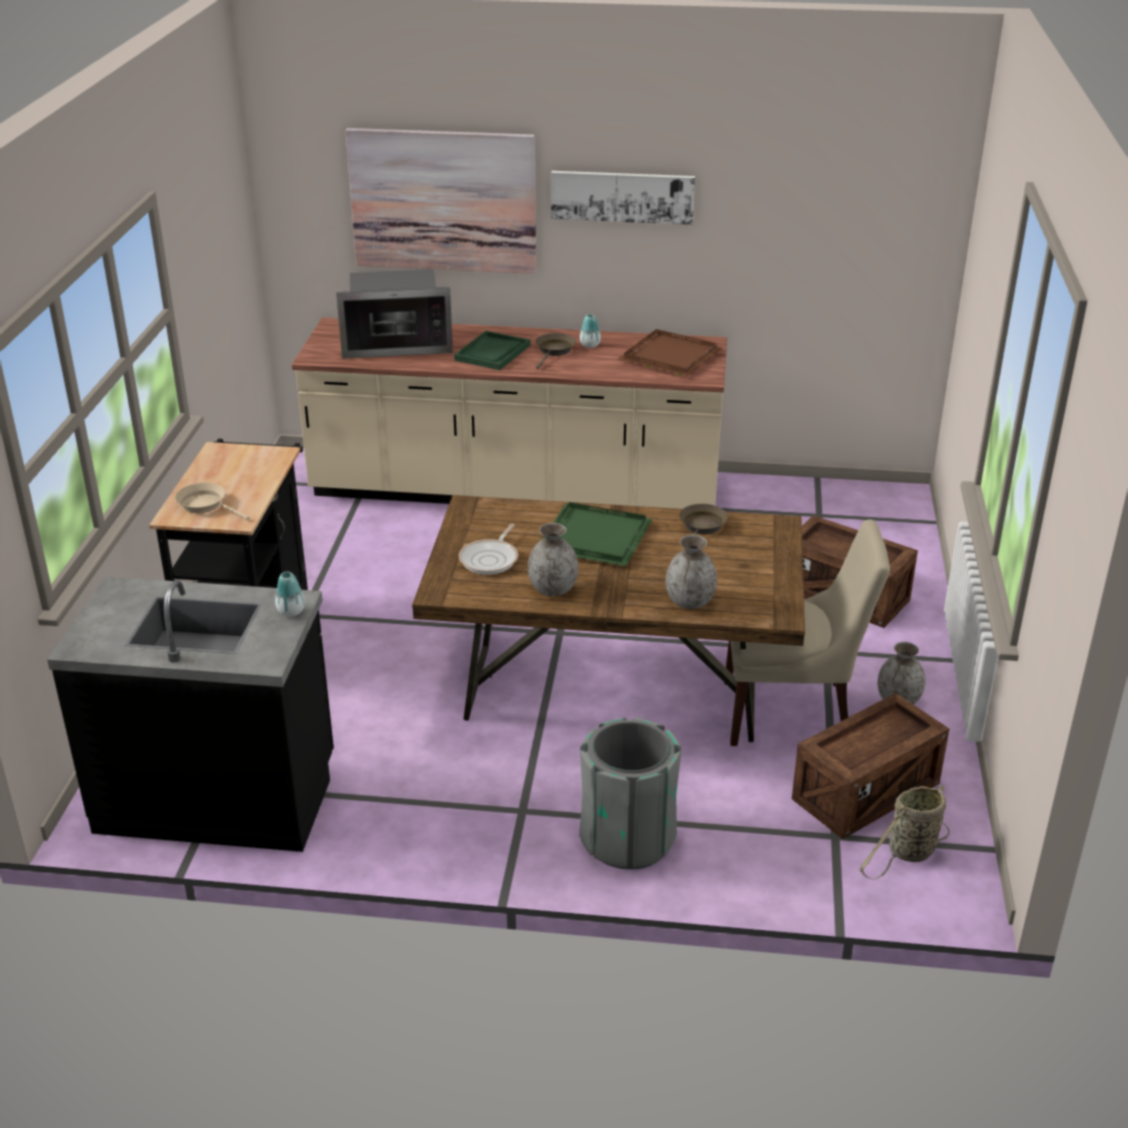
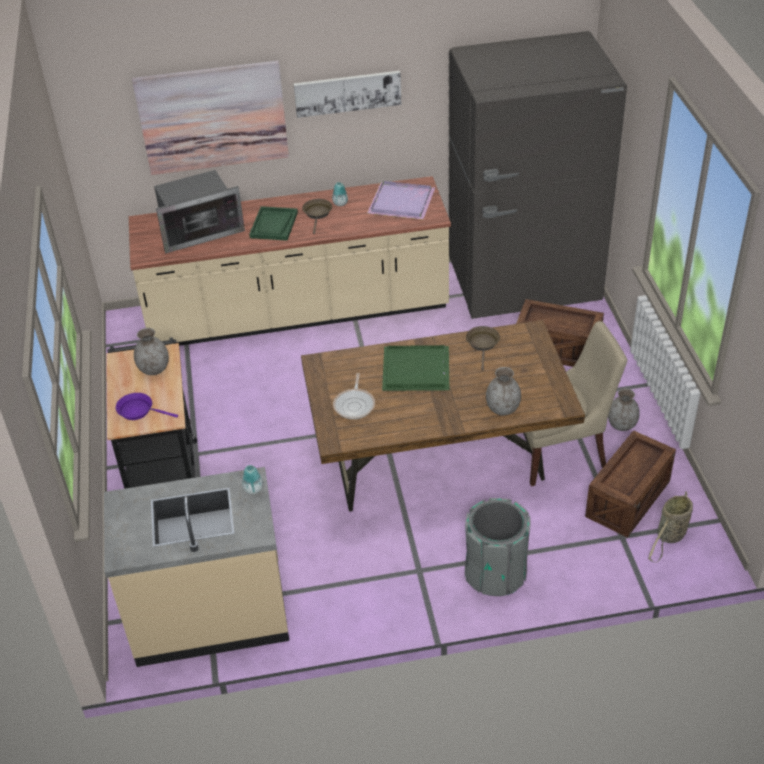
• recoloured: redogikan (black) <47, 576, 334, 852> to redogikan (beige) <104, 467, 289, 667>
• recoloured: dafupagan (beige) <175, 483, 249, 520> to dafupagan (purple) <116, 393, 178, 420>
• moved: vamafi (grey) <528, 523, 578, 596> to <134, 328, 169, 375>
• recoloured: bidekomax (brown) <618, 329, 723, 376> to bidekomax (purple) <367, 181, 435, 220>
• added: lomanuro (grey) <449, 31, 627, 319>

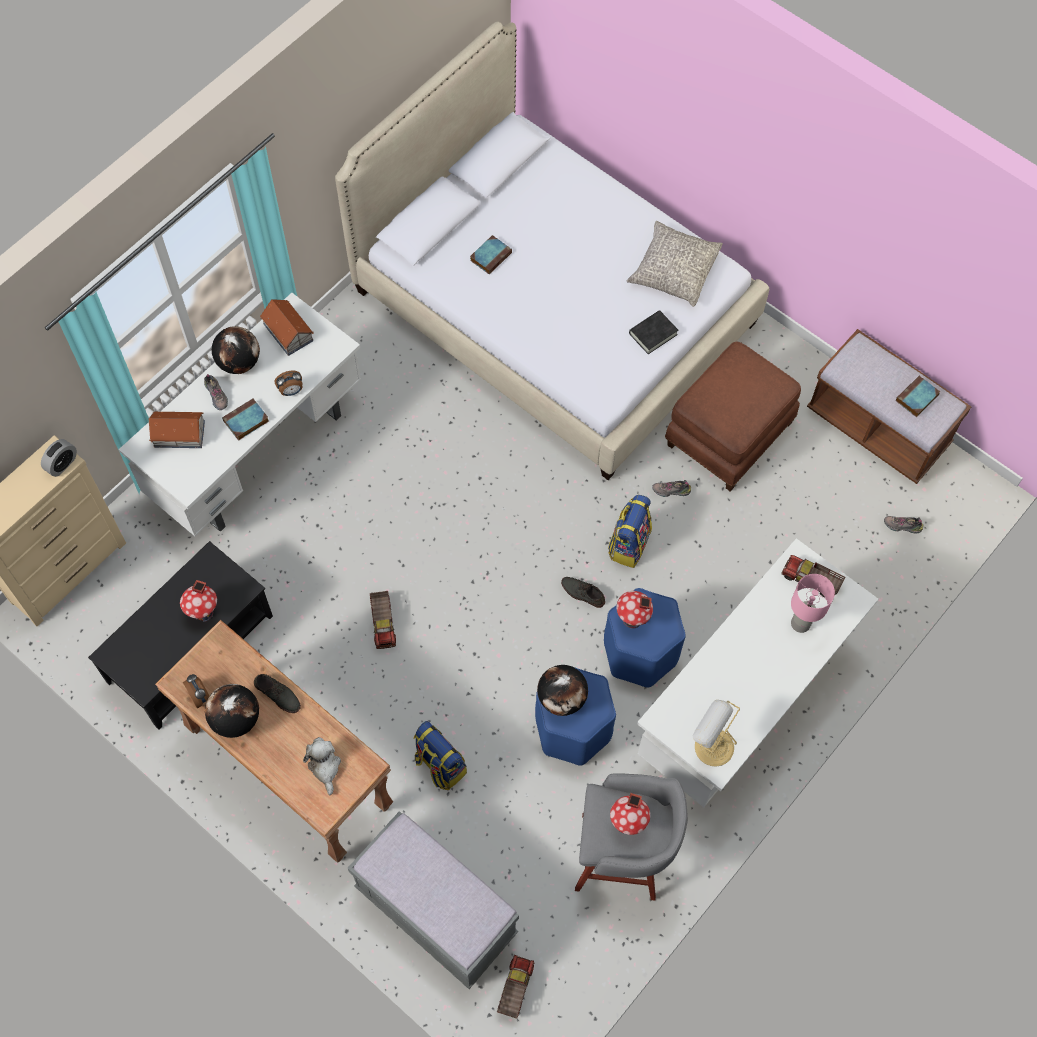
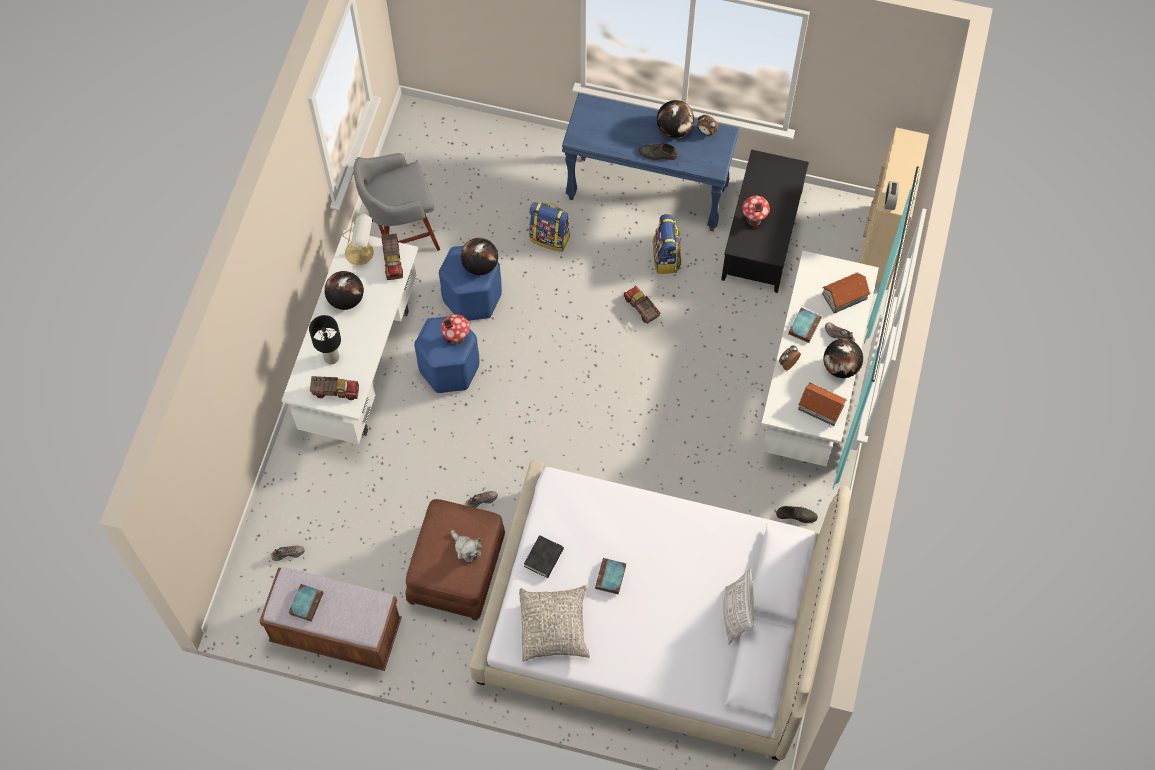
• recoloured: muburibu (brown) <155, 620, 393, 863> to muburibu (blue) <562, 93, 739, 232>
• moved: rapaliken <303, 737, 341, 795> to <451, 530, 481, 562>
• removed: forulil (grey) <348, 811, 519, 989>
• moved: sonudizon <470, 235, 512, 274> to <595, 558, 626, 594>
• moved: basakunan <497, 955, 534, 1018> to <381, 233, 403, 280>
• moved: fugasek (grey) <561, 577, 605, 608> to <776, 506, 818, 523>
• moved: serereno <608, 495, 652, 568> to <653, 214, 681, 274>
• removed: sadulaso <610, 793, 651, 835>
• recoloured: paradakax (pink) <791, 574, 835, 633> to paradakax (black) <309, 315, 341, 365>
• added: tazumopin <324, 271, 364, 310>
• added: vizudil <723, 568, 754, 645>

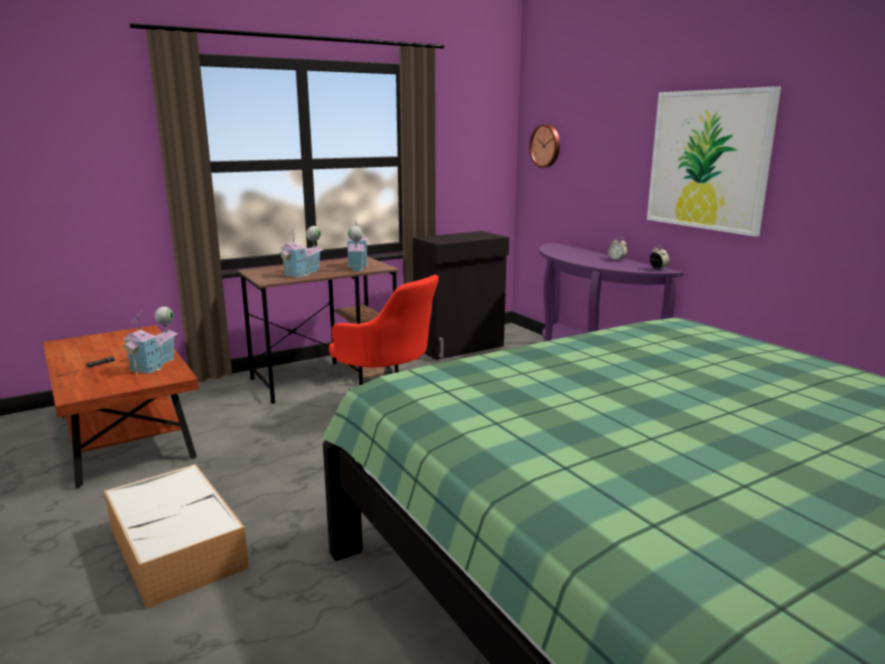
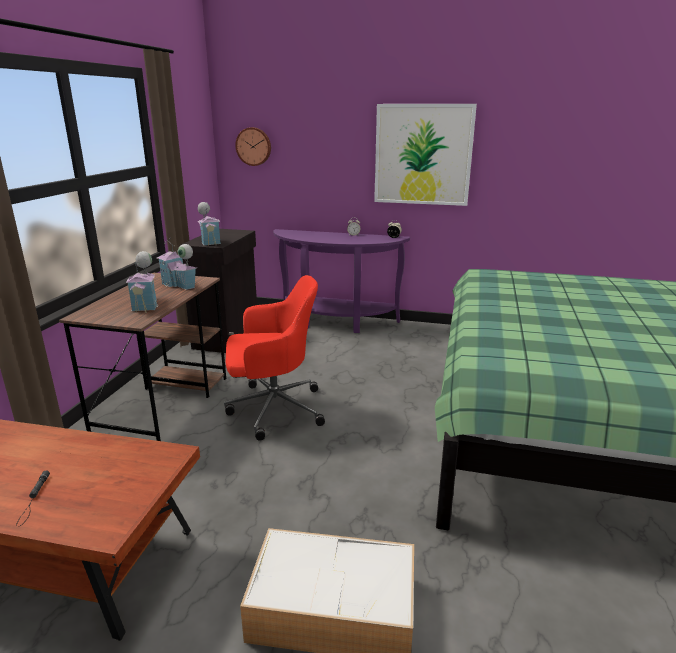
• moved: sadulaso <121, 307, 178, 375> to <198, 202, 221, 246>

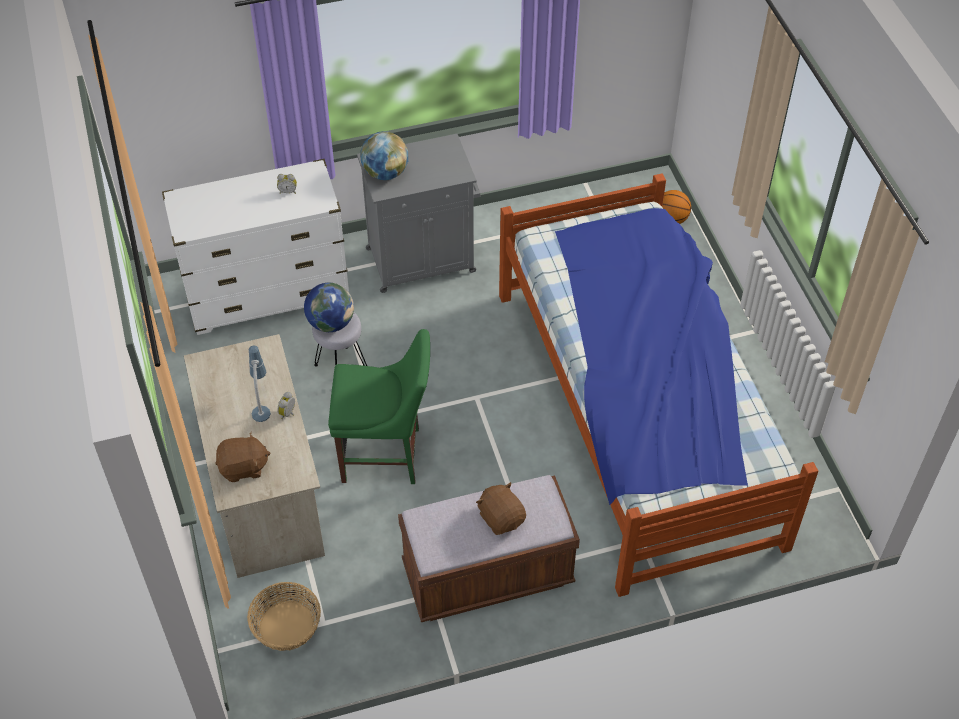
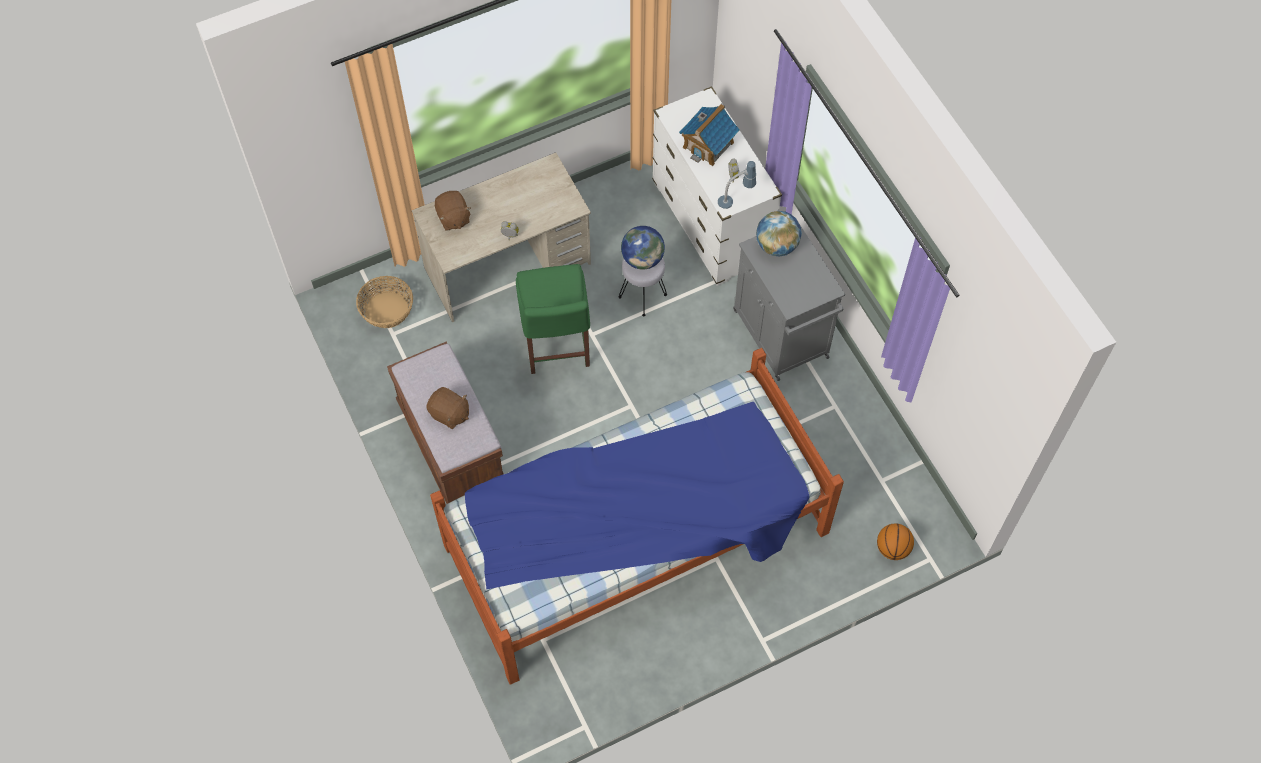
• moved: paradakax <249, 345, 271, 422> to <718, 161, 756, 209>
• turned: rapaliken (brown) <476, 482, 526, 535> = <426, 387, 469, 429> 75 degrees clockwise
• added: sadulaso <679, 104, 740, 166>

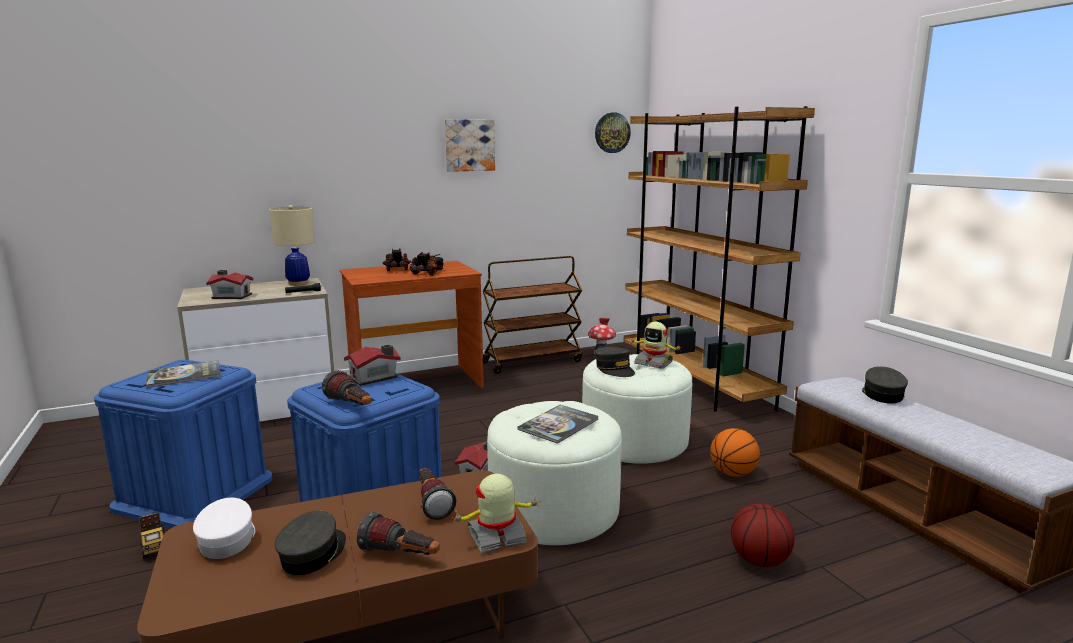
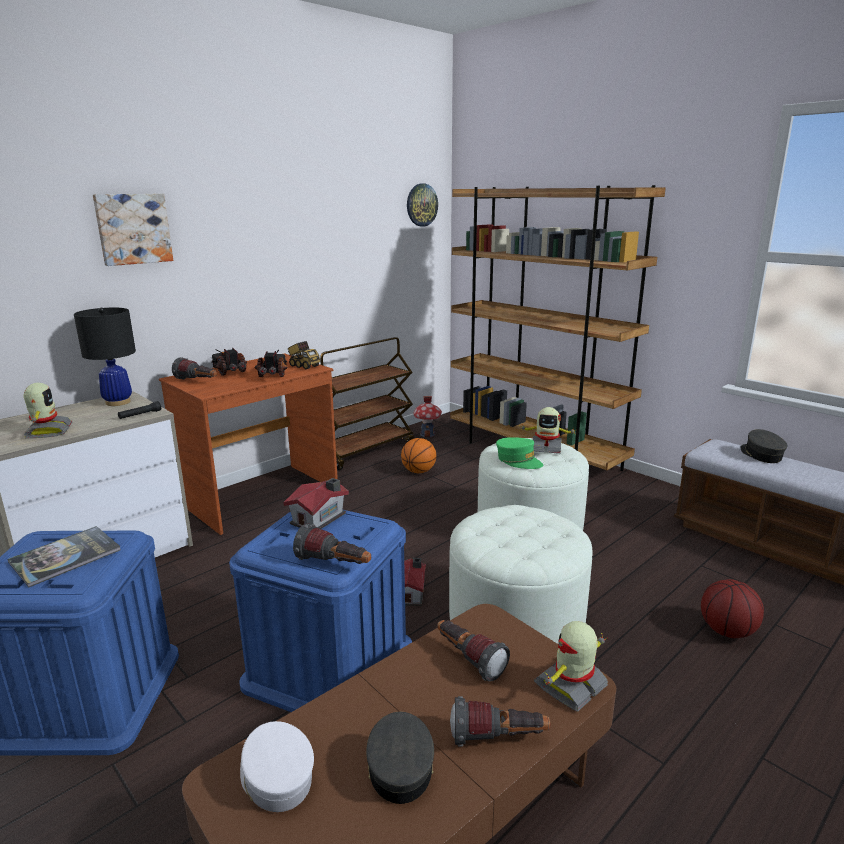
• moved: basakunan <139, 512, 165, 559> to <288, 341, 320, 369>
• replaced: sadulaso <206, 270, 254, 299> to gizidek <24, 383, 72, 438>
• recoloured: paradakax (beige) <270, 205, 315, 286> to paradakax (black) <74, 308, 136, 406>
• moved: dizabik <445, 119, 495, 172> to <93, 194, 173, 266>
• removed: sonudizon <517, 405, 599, 444>
• recoloured: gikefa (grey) <595, 347, 635, 377> to gikefa (green) <496, 437, 543, 469>
• moved: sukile <710, 428, 760, 477> to <401, 438, 436, 473>
• added: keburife <172, 357, 217, 380>

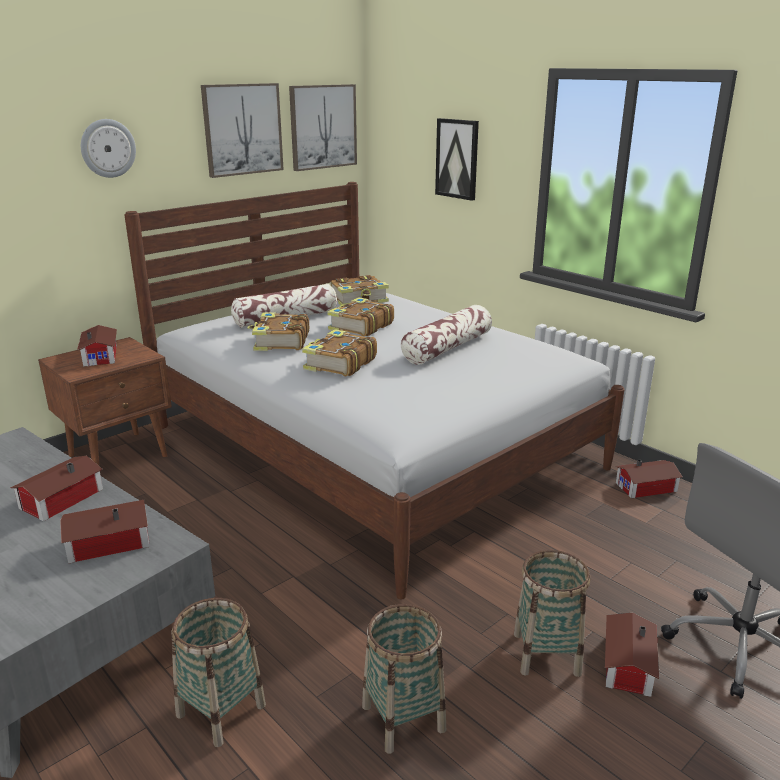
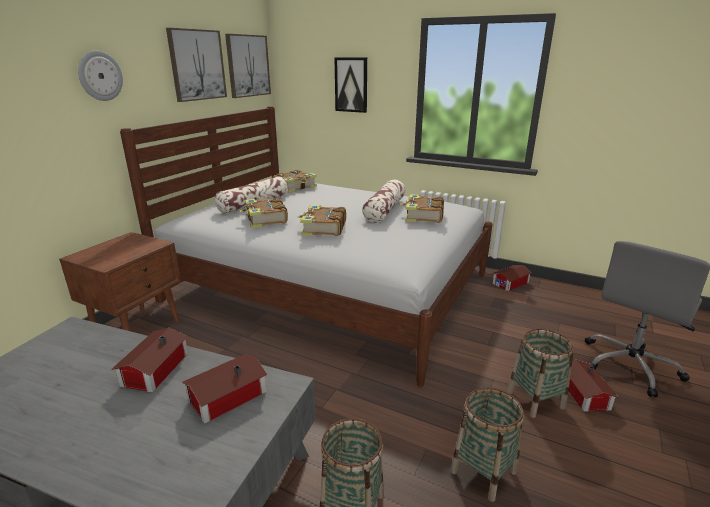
• removed: sadulaso <77, 325, 117, 367>
• moved: sonudizon <327, 297, 394, 336> to <400, 194, 444, 223>

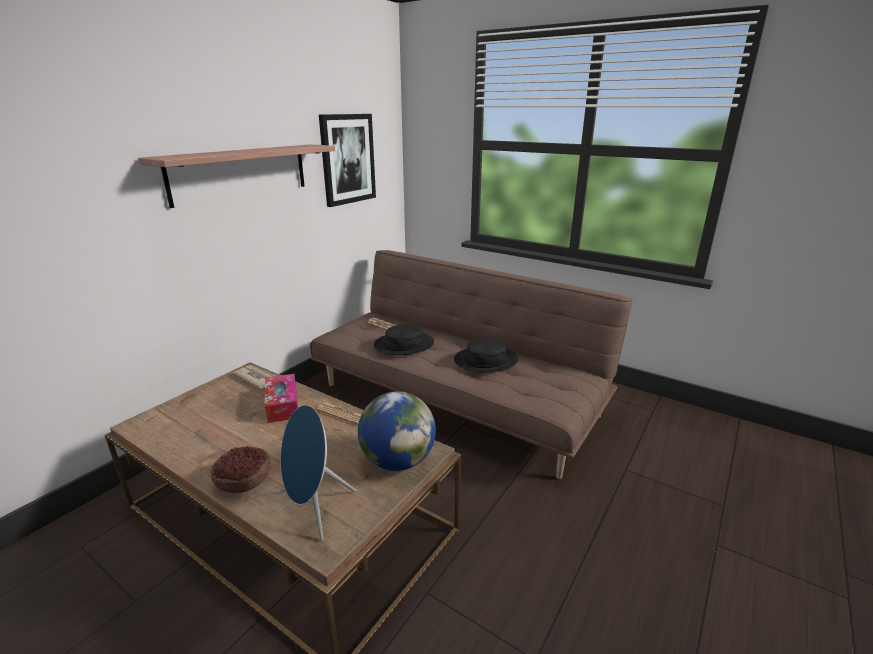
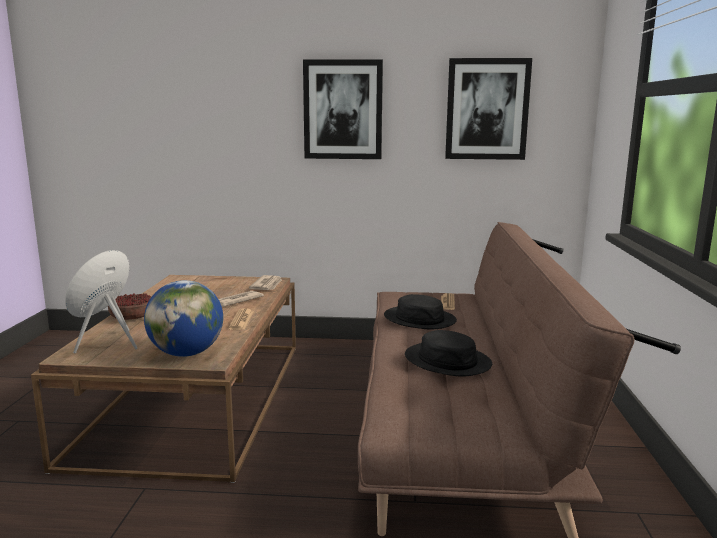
• replaced: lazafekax <139, 144, 335, 208> to dizabik <303, 59, 383, 159>
• replaced: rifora <265, 374, 298, 423> to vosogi <219, 291, 264, 307>

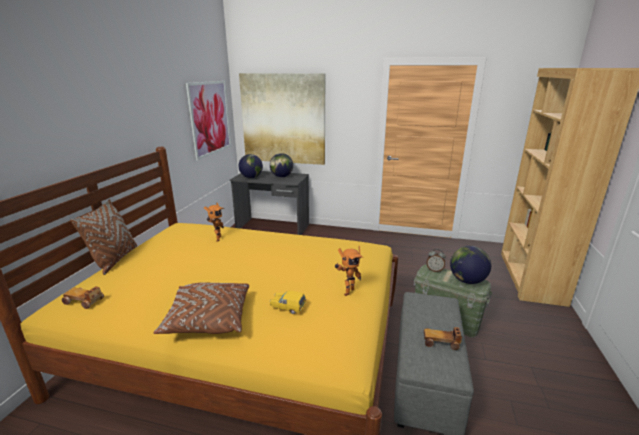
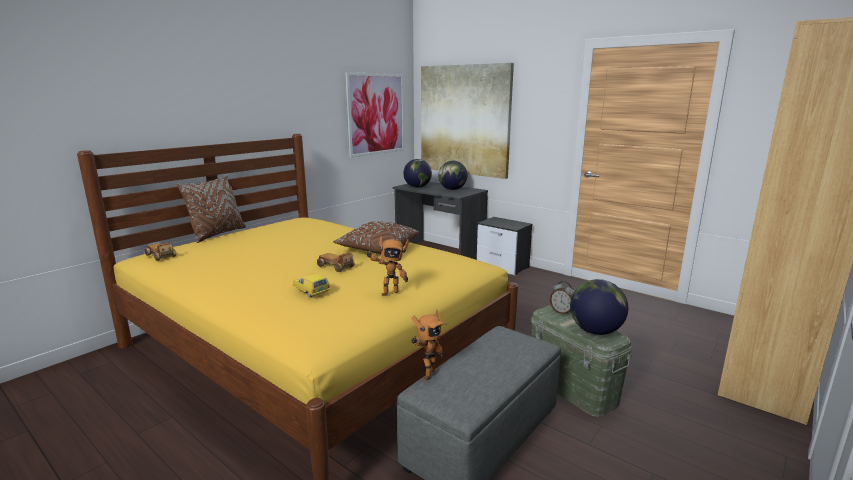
• moved: vizudil (brown) <154, 282, 249, 334> to <333, 221, 419, 254>
• moved: gizidek <204, 203, 225, 242> to <411, 310, 447, 380>
• moved: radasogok <424, 327, 462, 350> to <317, 252, 354, 272>
• added: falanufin <477, 217, 532, 276>

